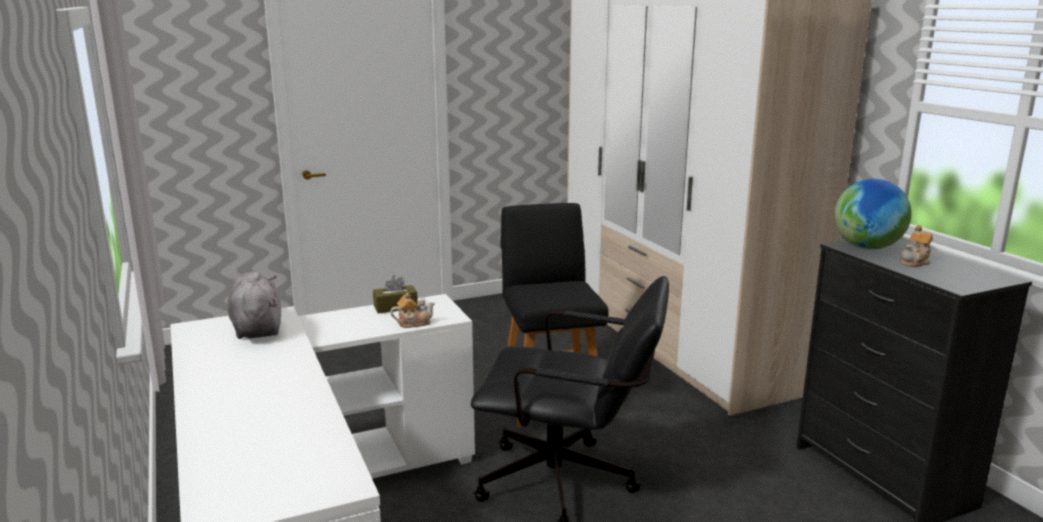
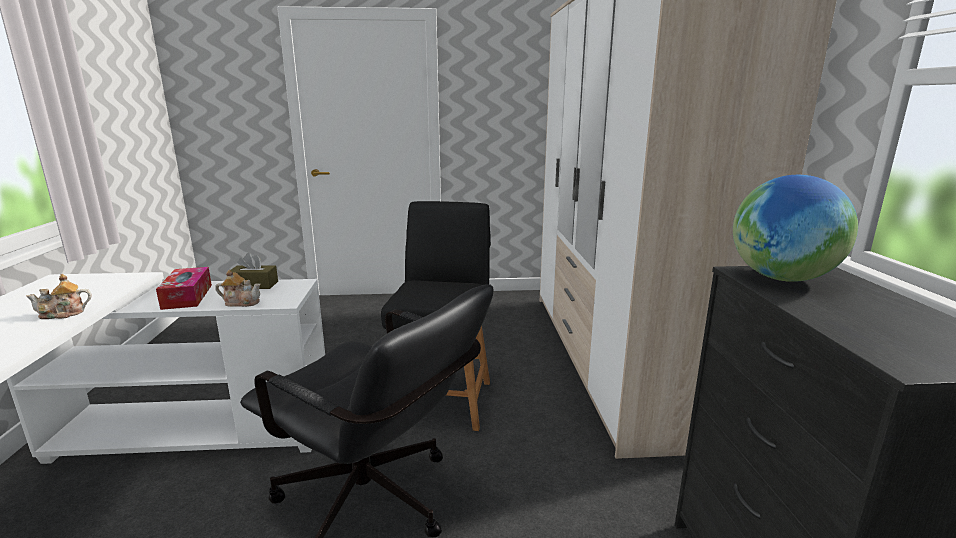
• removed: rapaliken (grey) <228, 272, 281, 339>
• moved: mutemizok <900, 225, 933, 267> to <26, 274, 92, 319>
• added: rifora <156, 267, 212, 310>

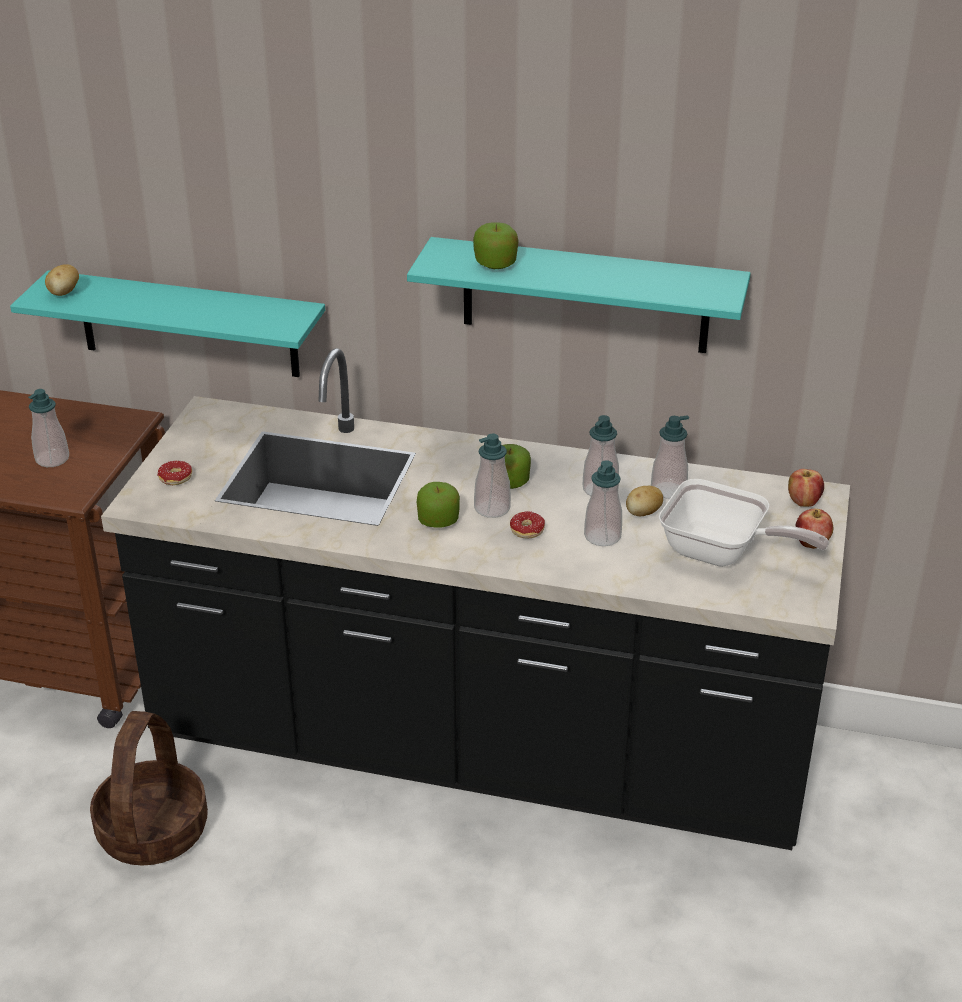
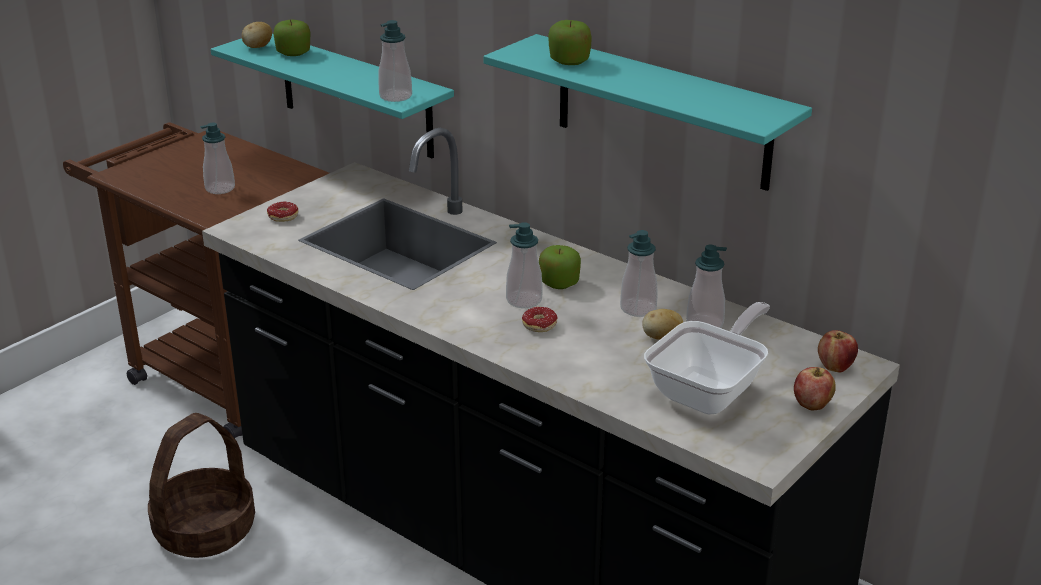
• moved: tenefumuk <417, 482, 460, 528> to <273, 20, 310, 56>
• moved: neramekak <584, 460, 622, 546> to <378, 20, 412, 102>
• turned: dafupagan <659, 479, 829, 567> = <644, 302, 770, 414> 105 degrees counterclockwise

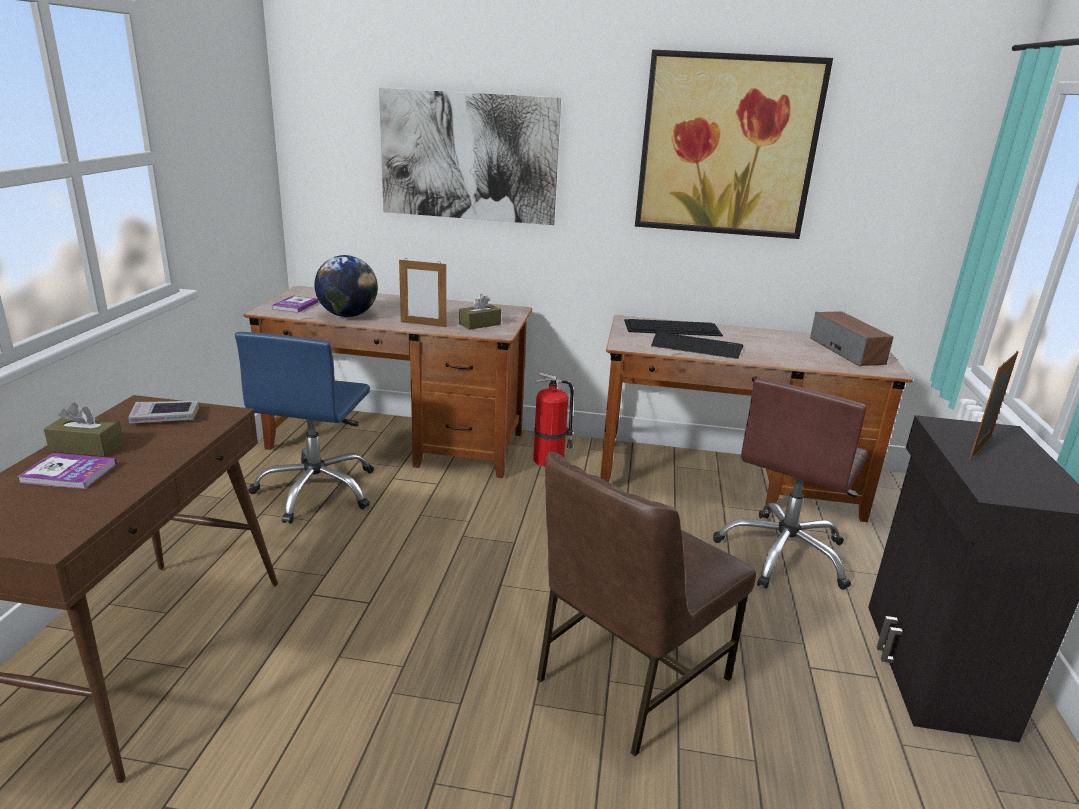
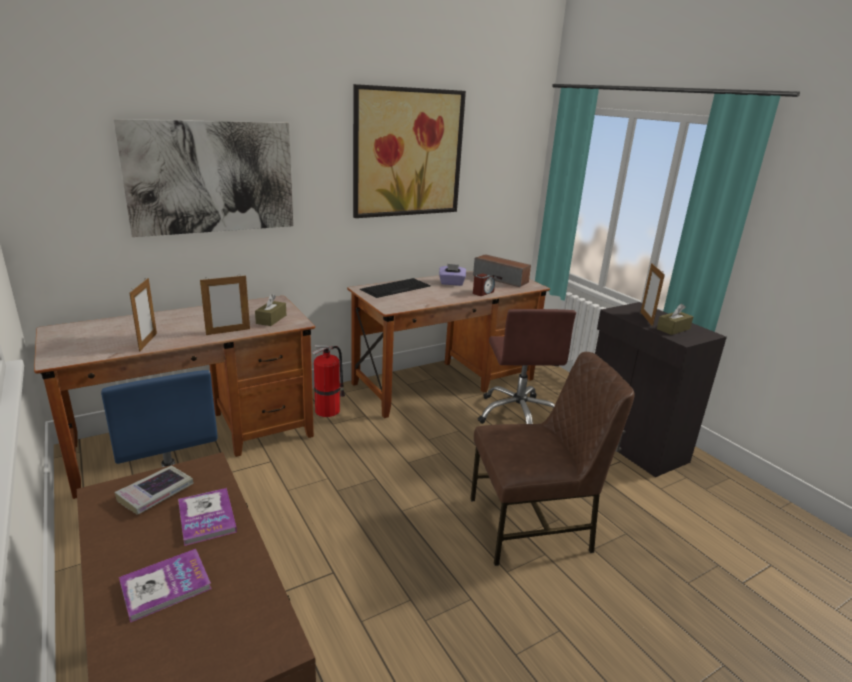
• moved: rifora (brown) <44, 402, 124, 457> to <657, 304, 693, 335>
• moved: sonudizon <272, 295, 318, 313> to <178, 488, 237, 546>
• replaced: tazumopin <314, 255, 378, 317> to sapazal <130, 278, 157, 352>
• turned: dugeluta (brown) <537, 452, 756, 756> = <471, 352, 635, 566> 105 degrees counterclockwise
• removed: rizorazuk <651, 332, 743, 359>
• added: rifora (purple) <439, 264, 466, 286>
• added: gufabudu <473, 273, 495, 296>

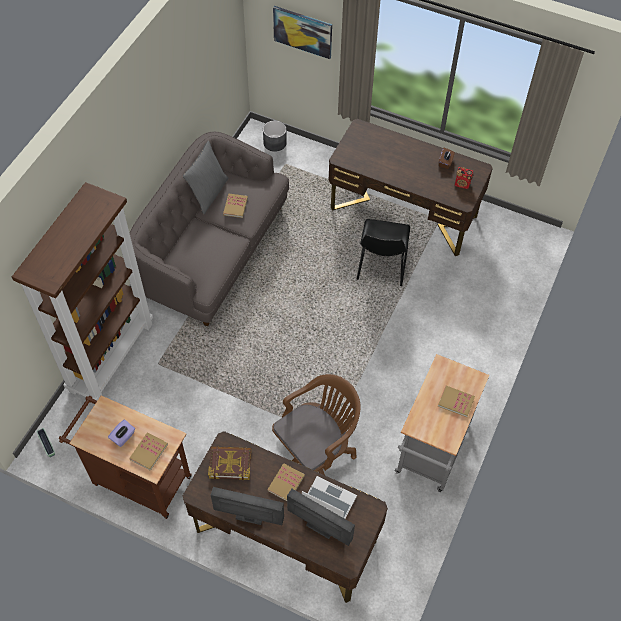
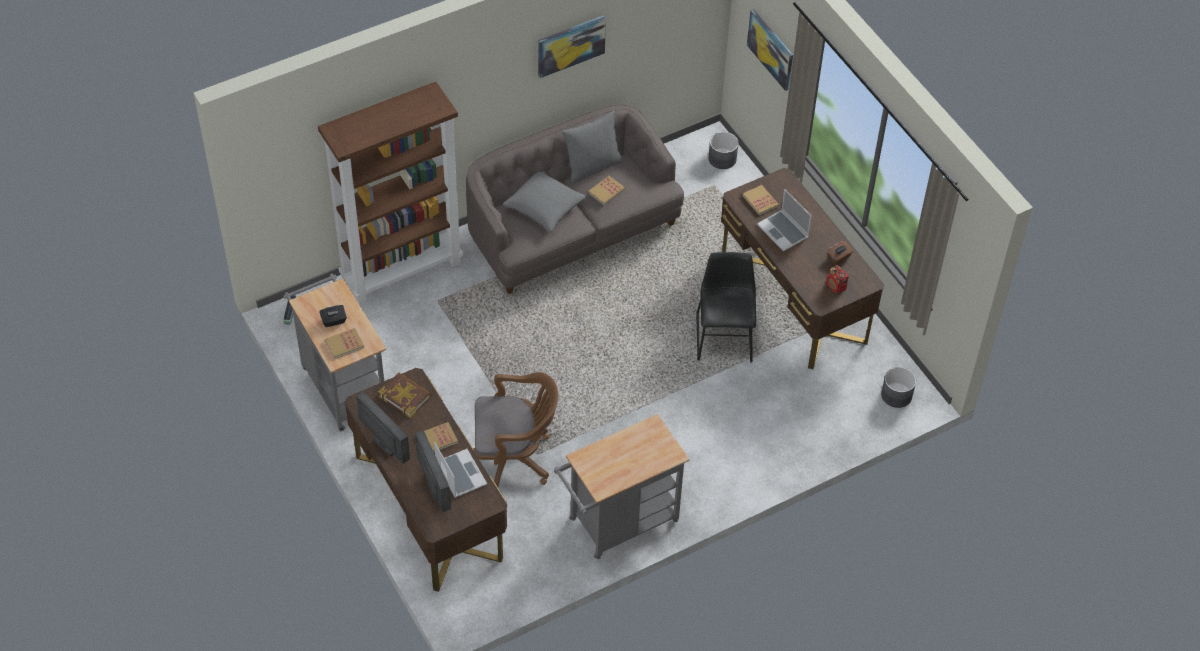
• recoloured: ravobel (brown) <59, 395, 192, 519> to ravobel (grey) <284, 273, 386, 431>
• recoloured: rifora (purple) <108, 419, 135, 447> to rifora (black) <319, 305, 347, 327>
• turned: dugeluta (black) <357, 219, 410, 286> = <696, 252, 756, 362> 135 degrees clockwise
• moved: sonudizon <438, 386, 475, 417> to <743, 185, 779, 216>
• added: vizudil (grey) <503, 172, 587, 233>
• added: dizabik <538, 16, 606, 78>
• added: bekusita <757, 189, 812, 252>
• added: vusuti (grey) <881, 367, 916, 408>

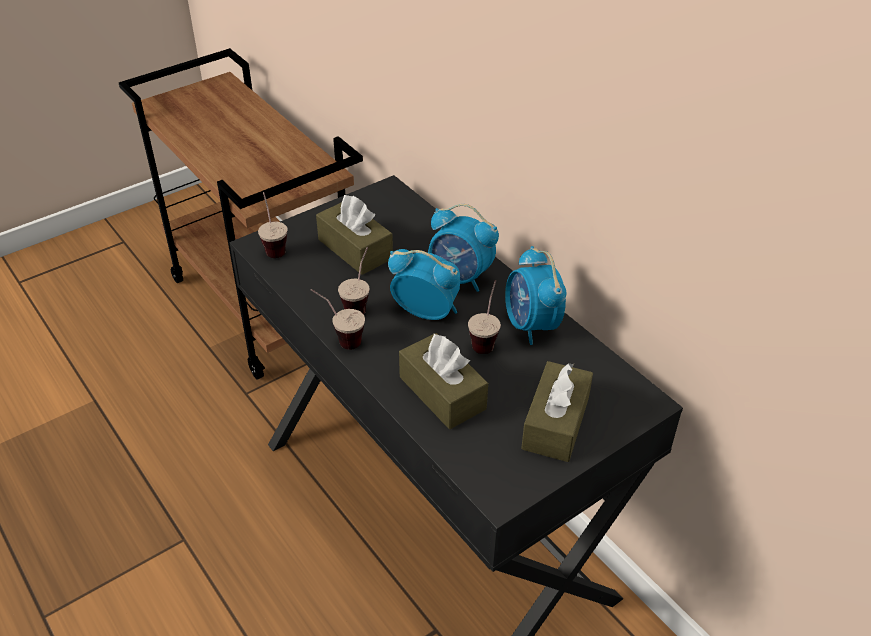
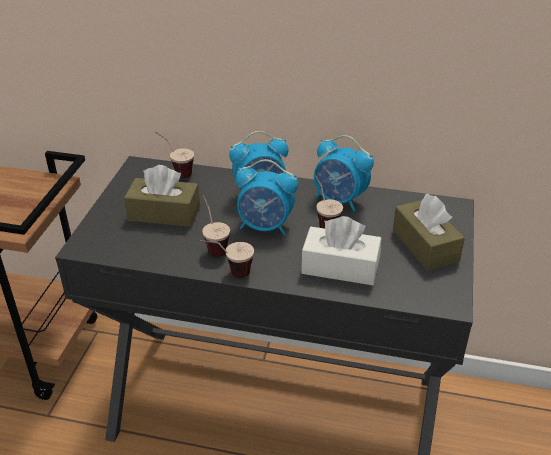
• moved: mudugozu <258, 192, 287, 258> to <155, 132, 194, 178>
• turned: gufabudu <388, 249, 461, 320> = <235, 159, 298, 235> 150 degrees counterclockwise
• recoloured: rifora (brown) <399, 333, 488, 429> to rifora (white) <301, 216, 381, 285>

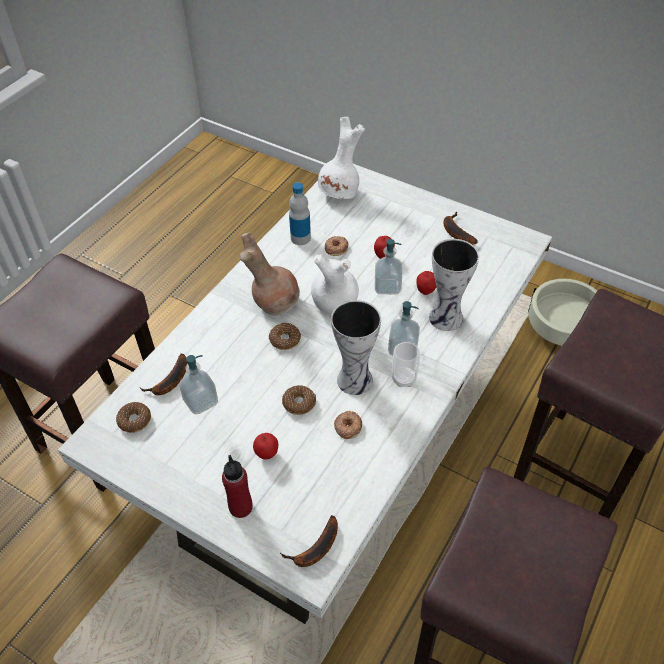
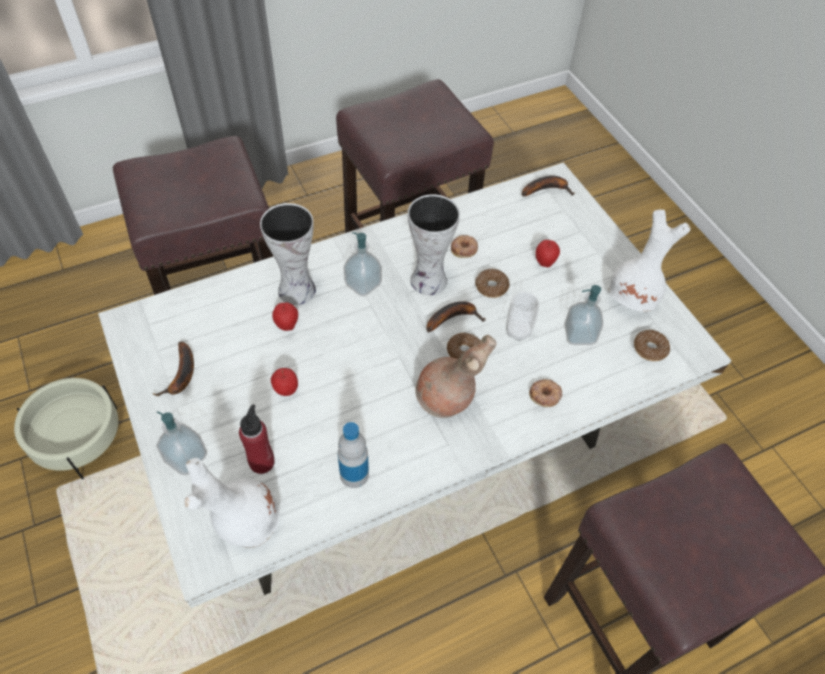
• moved: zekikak <140, 354, 187, 395> to <426, 301, 485, 333>
• moved: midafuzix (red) <222, 455, 253, 518> to <239, 404, 275, 474>
• moved: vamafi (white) <311, 254, 359, 315> to <608, 209, 690, 312>
• moved: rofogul <325, 236, 348, 256> to <529, 379, 562, 407>
• moved: neramekak <375, 239, 402, 295> to <156, 411, 207, 475>
• moved: mudugozu <392, 342, 420, 387> to <506, 292, 539, 341>

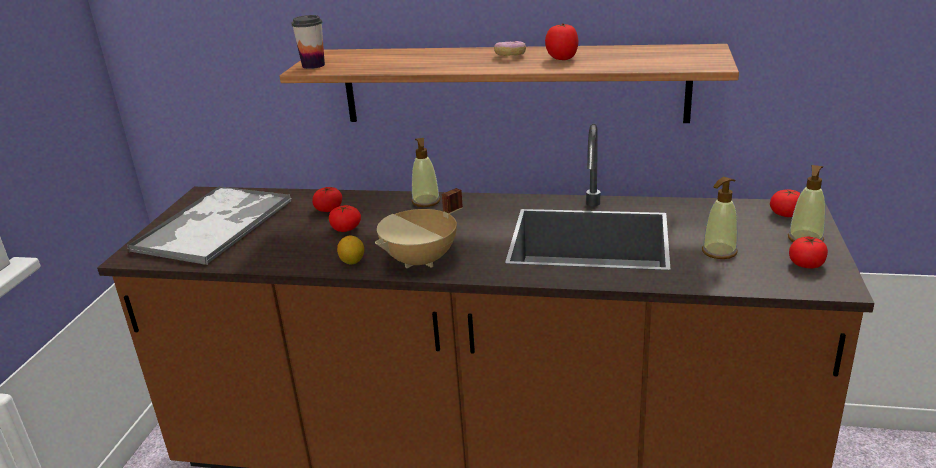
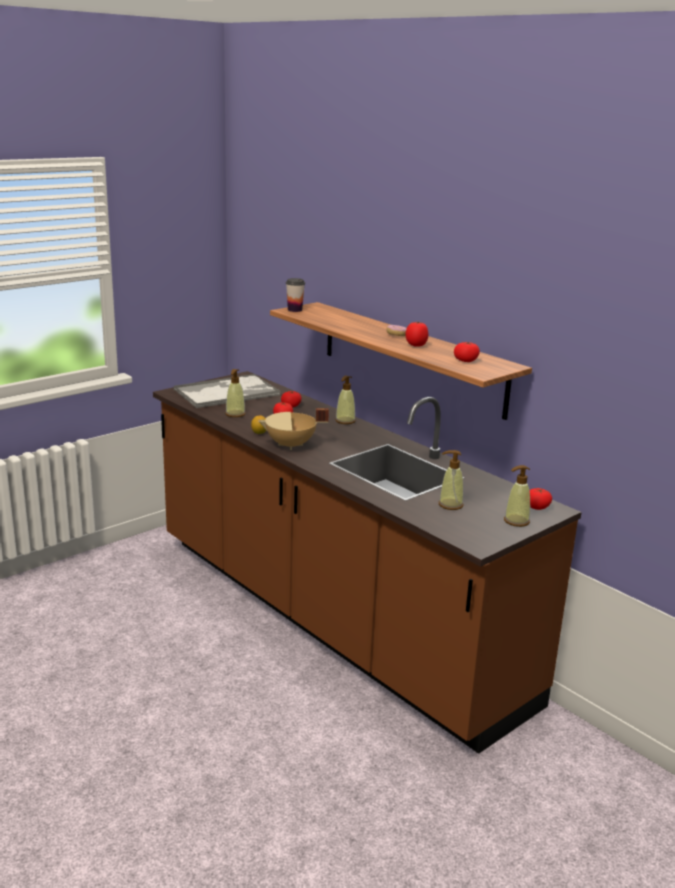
• moved: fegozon <789, 237, 828, 269> to <454, 342, 480, 362>
• added: neramekak <225, 369, 246, 417>

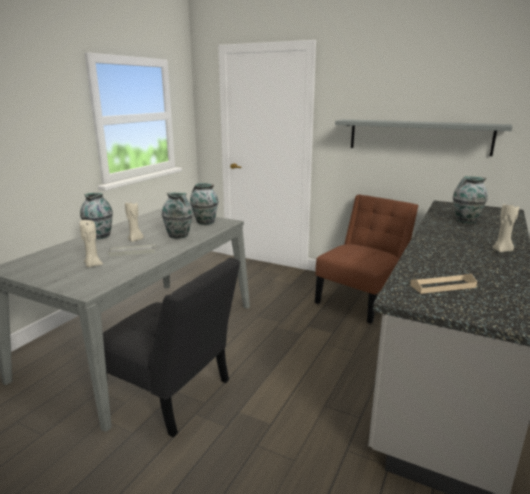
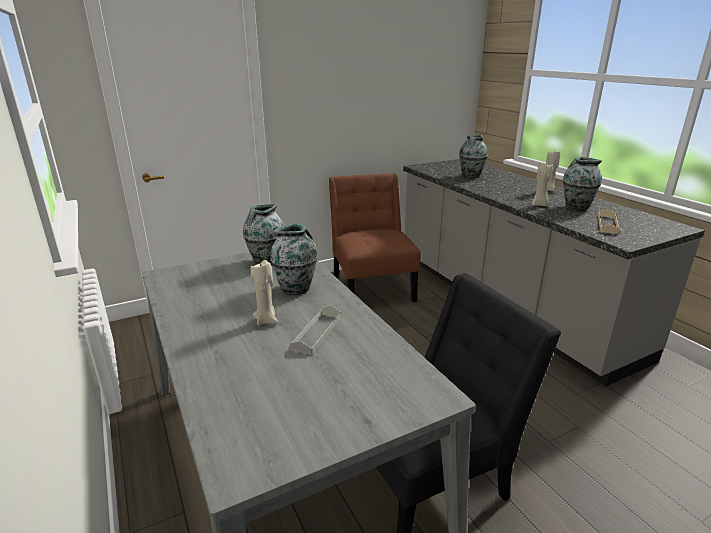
• moved: vamafi <80, 193, 113, 239> to <563, 157, 602, 210>
• moved: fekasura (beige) <80, 220, 103, 267> to <532, 161, 553, 206>
• removed: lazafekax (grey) <335, 119, 512, 156>

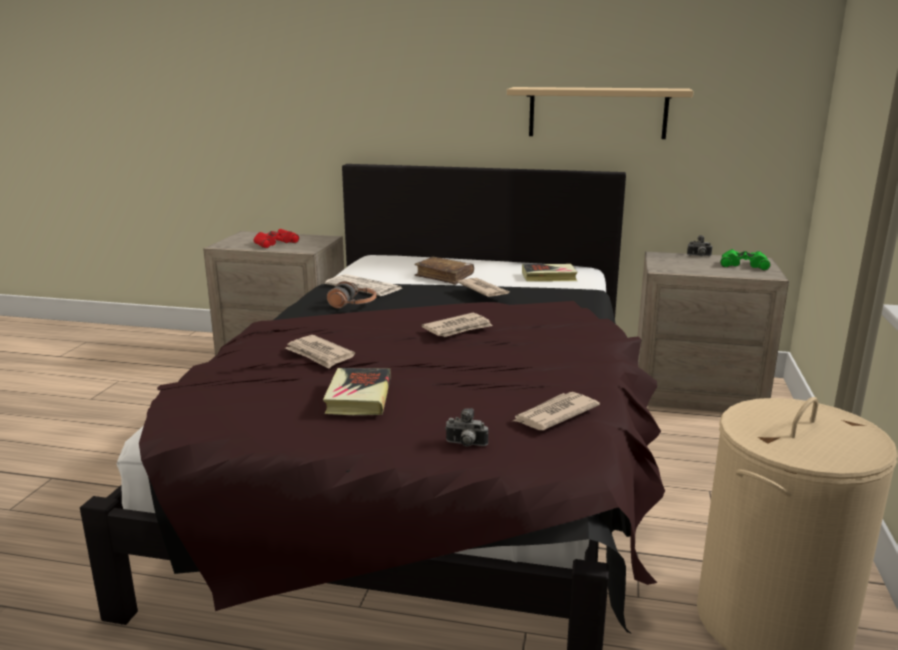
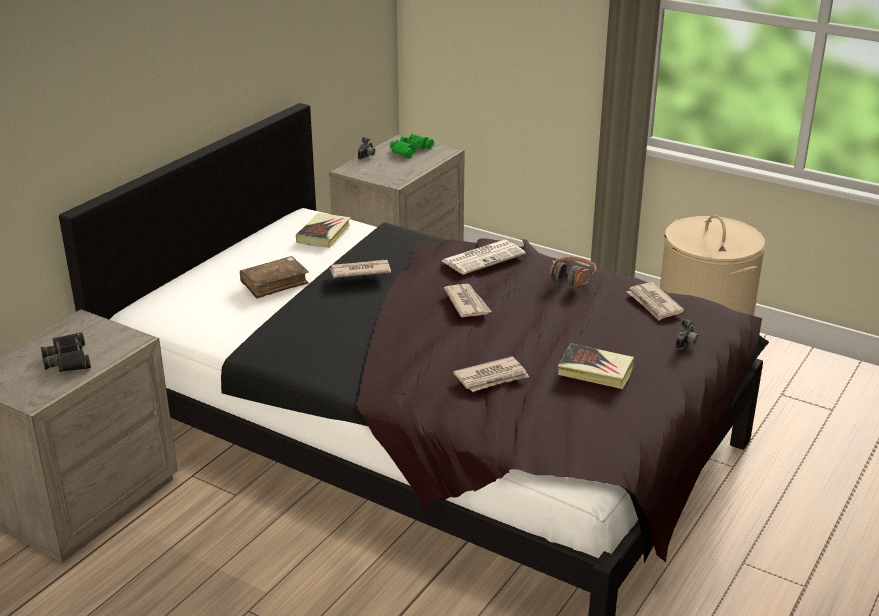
• recoloured: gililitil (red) <253, 229, 299, 248> to gililitil (black) <41, 332, 91, 372>
• moved: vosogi <325, 274, 402, 296> to <442, 240, 526, 275>
• moved: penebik <327, 281, 377, 308> to <550, 256, 597, 288>
• removed: lazafekax (beige) <507, 87, 694, 139>

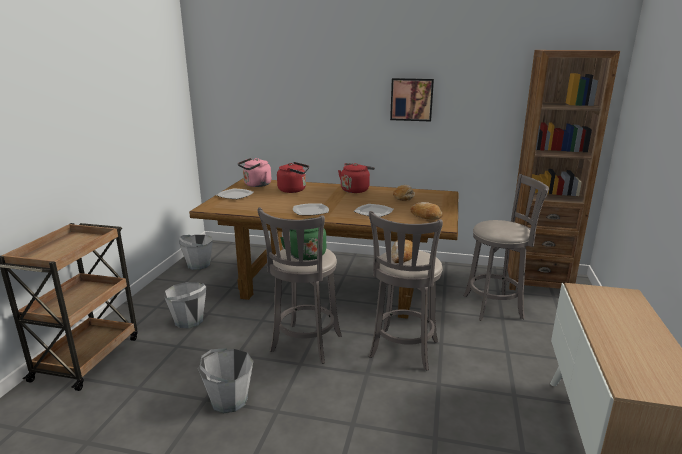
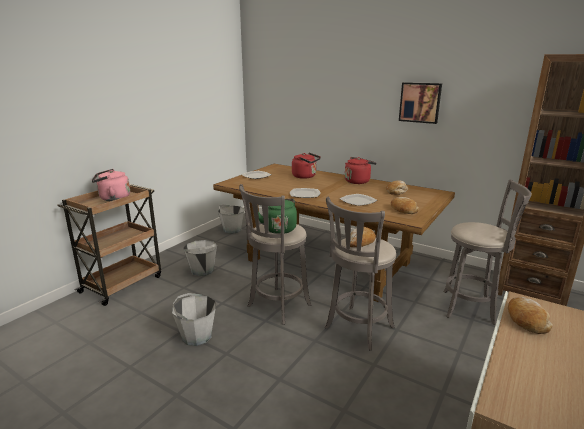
• moved: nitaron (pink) <238, 158, 271, 187> to <92, 169, 130, 201>
• added: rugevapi <508, 297, 553, 334>

